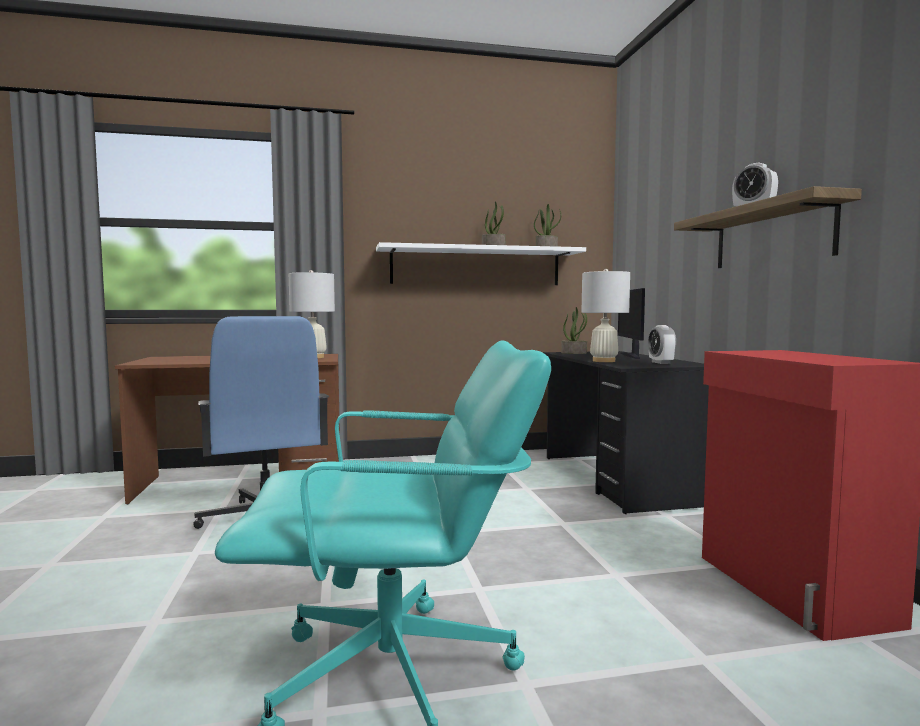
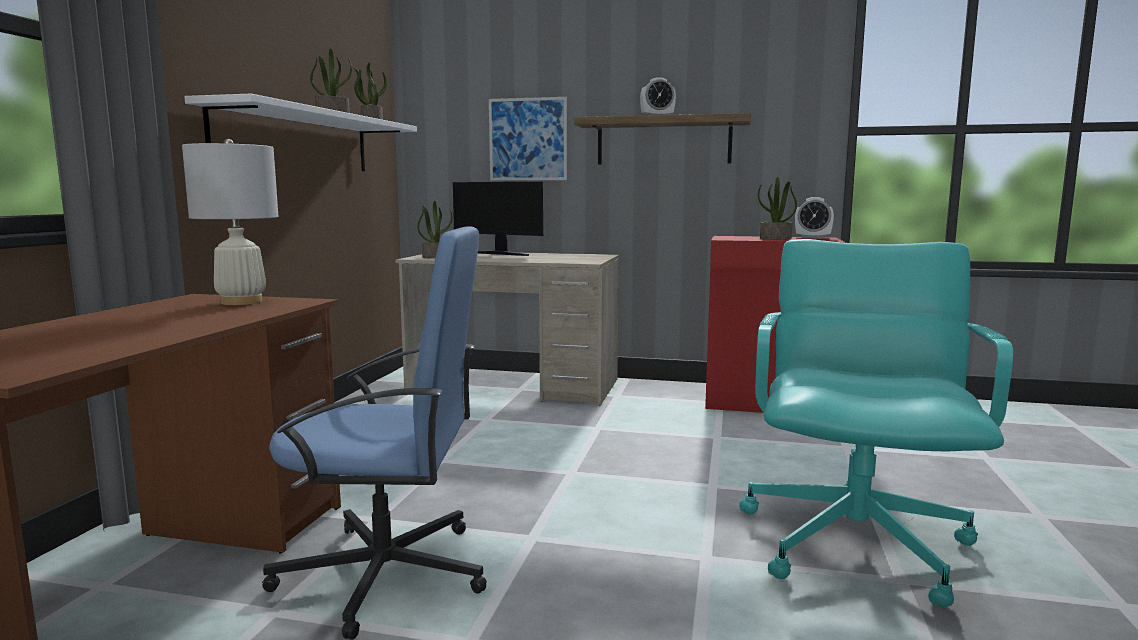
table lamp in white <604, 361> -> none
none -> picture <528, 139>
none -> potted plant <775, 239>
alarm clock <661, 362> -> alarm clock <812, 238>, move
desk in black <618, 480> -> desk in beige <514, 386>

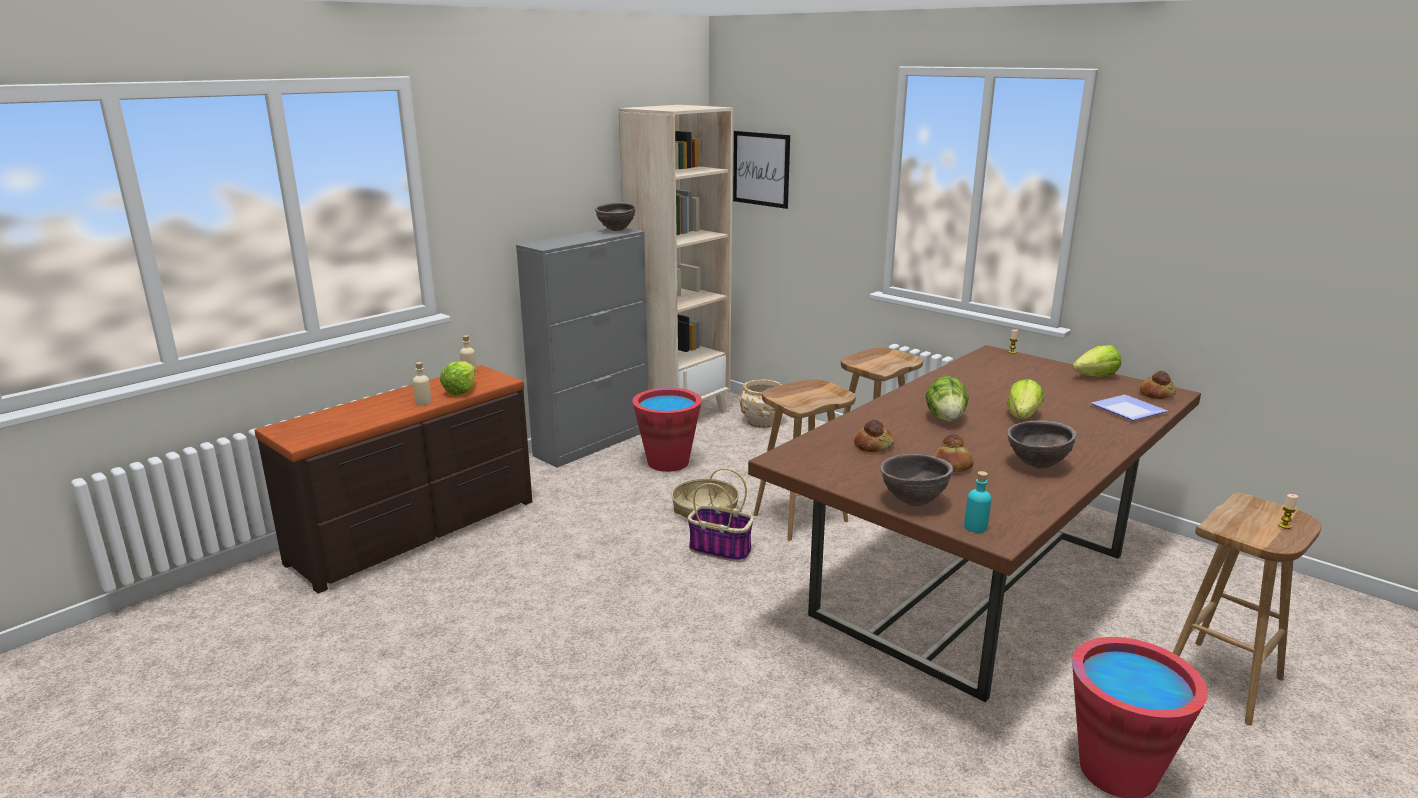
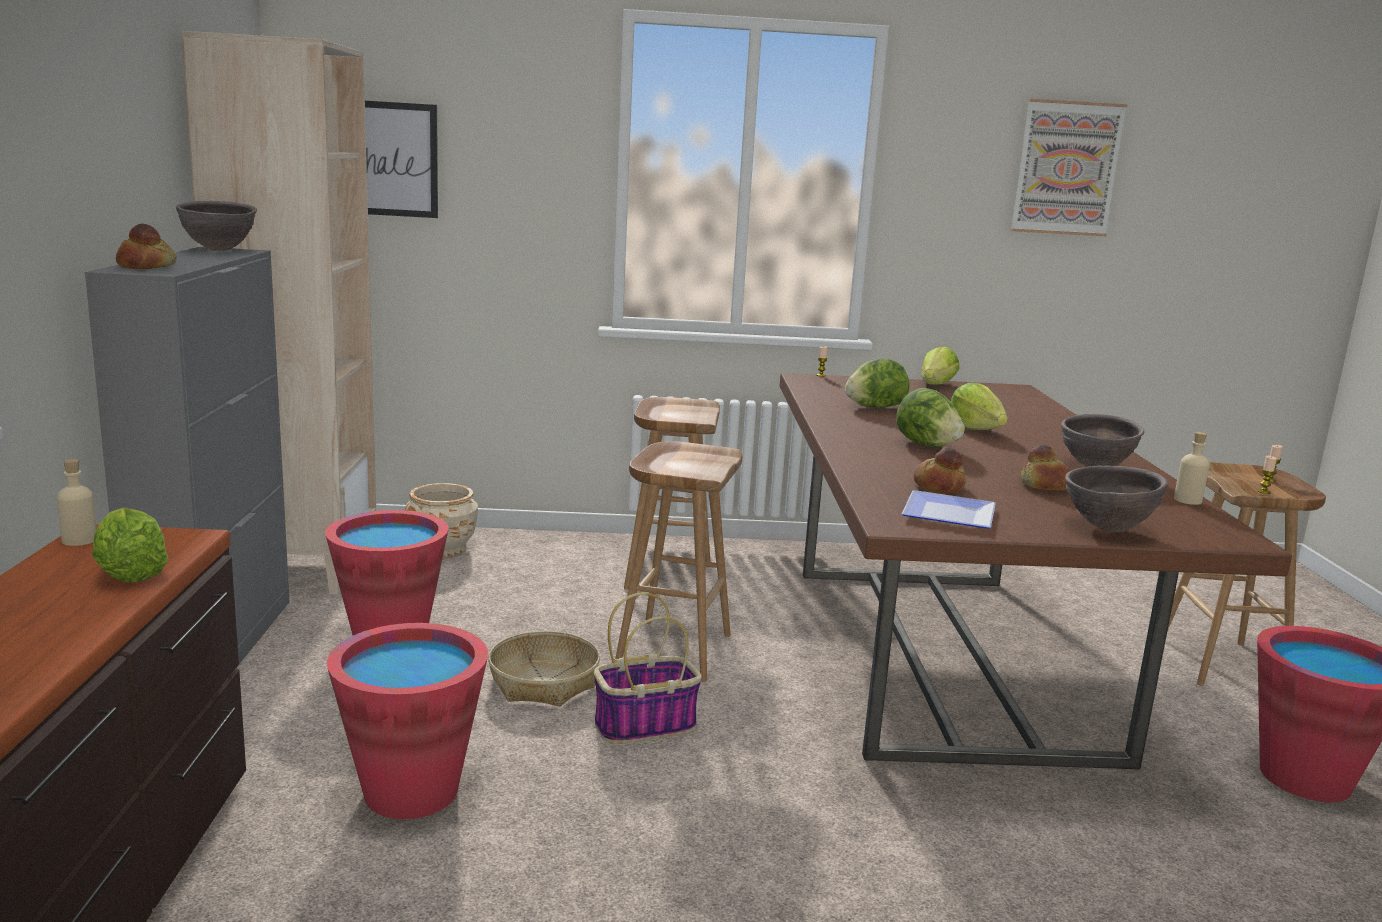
bottle in turquoise <975, 527> -> none
none -> bucket in red <411, 792>
none -> lettuce <874, 407>
none -> picture <1066, 168>
none -> candle <1263, 492>
bottle in beige <423, 402> -> bottle in beige <1187, 500>, move
plate <1128, 411> -> plate <951, 516>, move
bread <1156, 394> -> bread <147, 266>, move

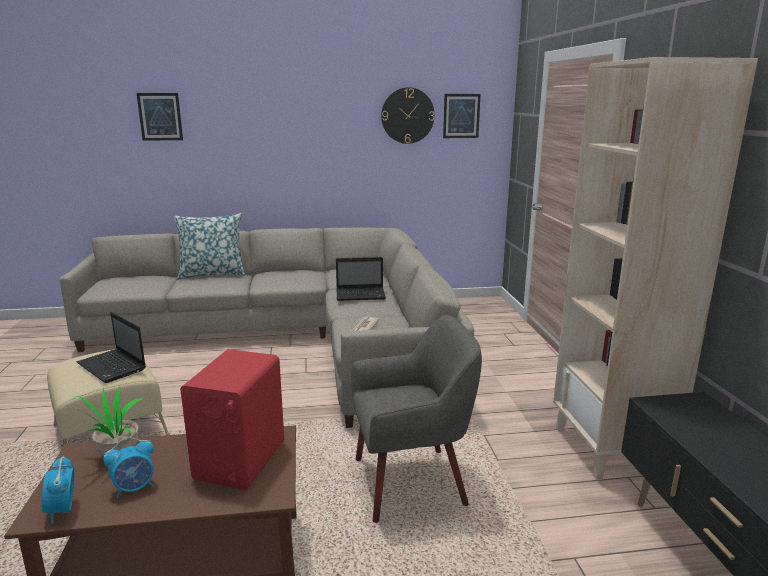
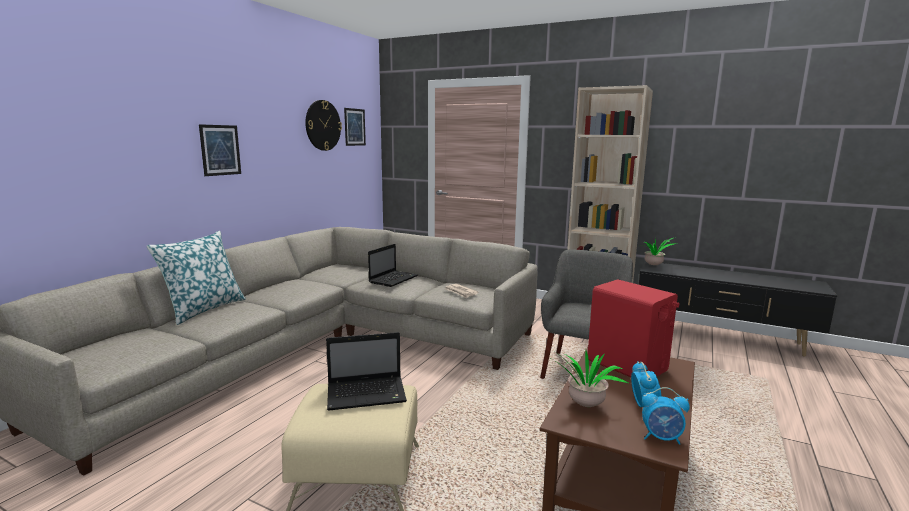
none -> potted plant <654, 266>
picture <160, 116> -> picture <220, 150>, move

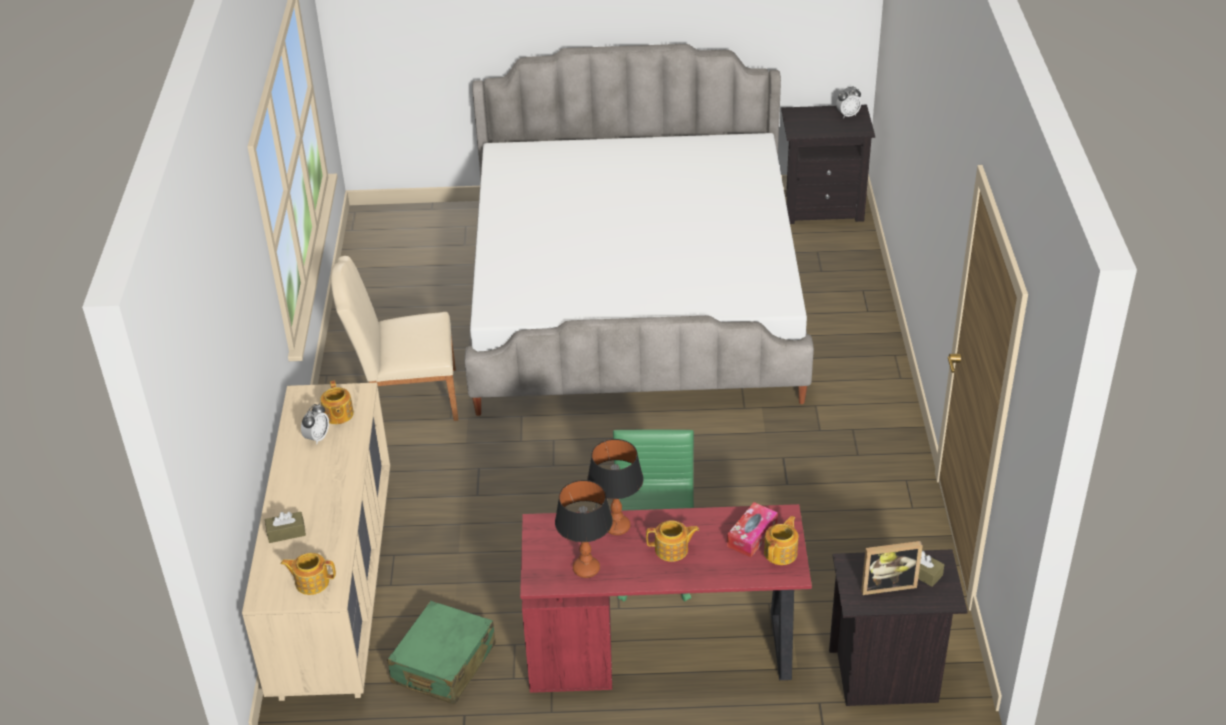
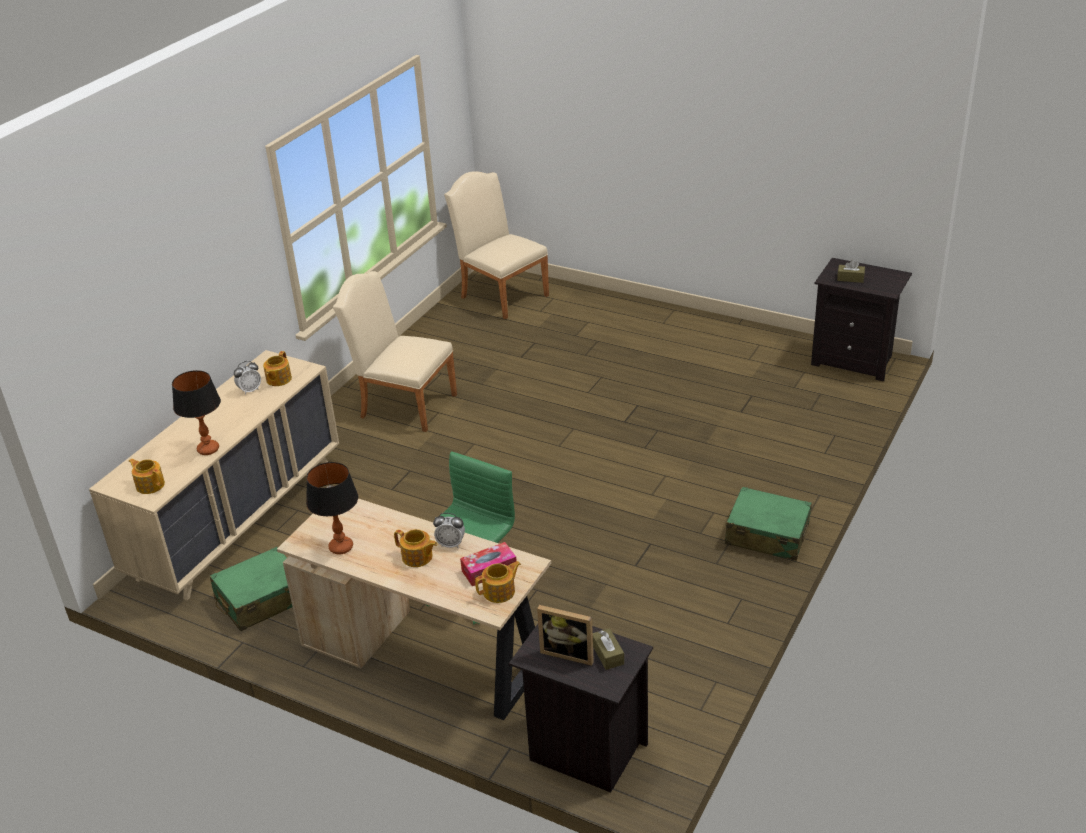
bed <634, 297> -> none
none -> chair in beige <501, 294>
none -> suitcase in green <767, 535>
tissue box in brown <286, 532> -> tissue box in brown <850, 278>, move
table lamp <617, 527> -> table lamp <208, 449>, move
alarm clock <847, 115> -> alarm clock <451, 544>, move
desk in red <664, 649> -> desk in beige <425, 655>

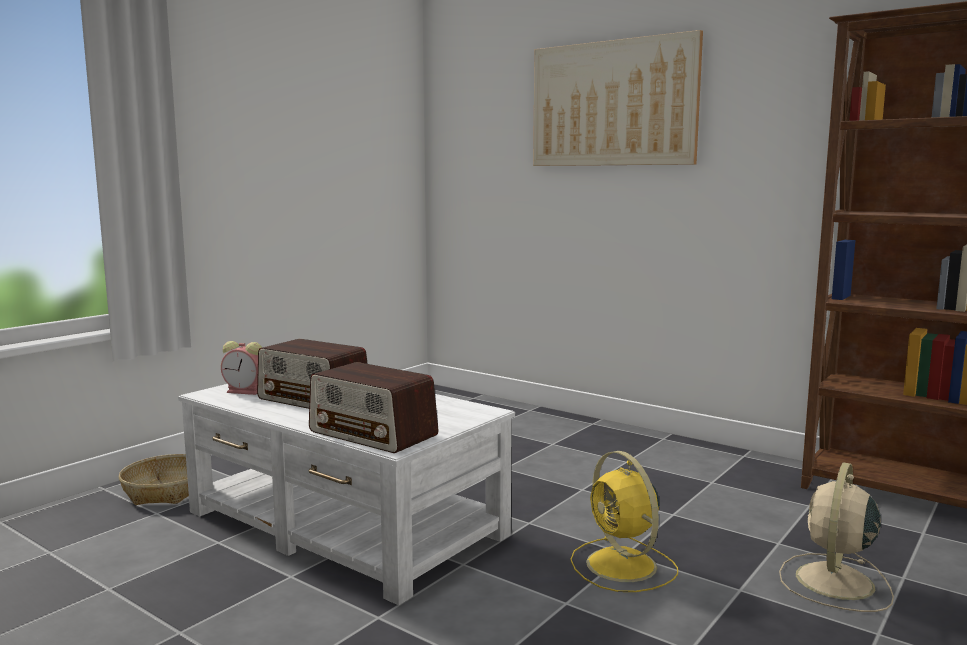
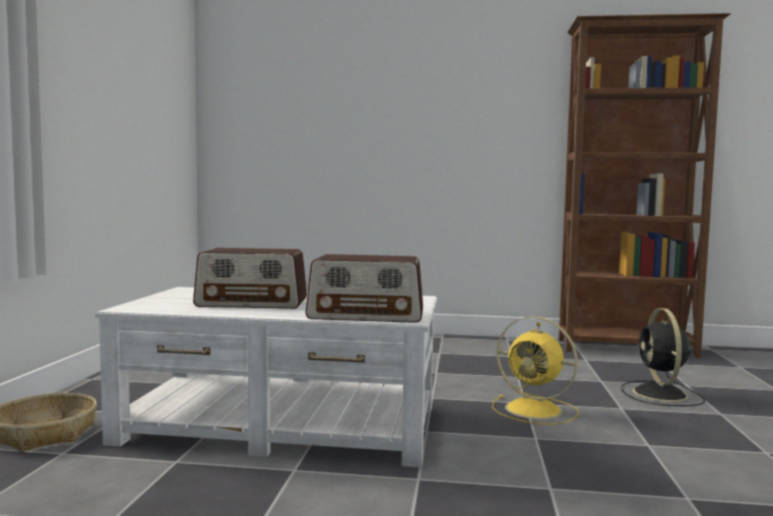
alarm clock <246, 391> -> none
picture <612, 104> -> none
fan in beige <834, 583> -> fan in black <661, 394>

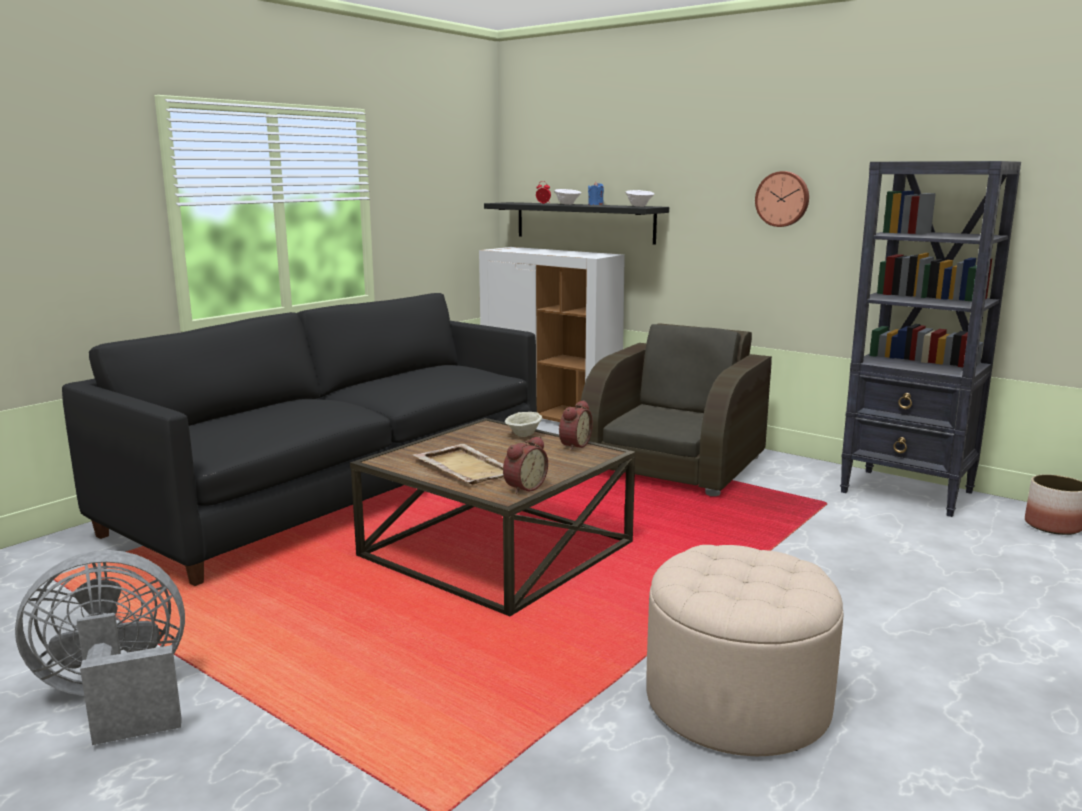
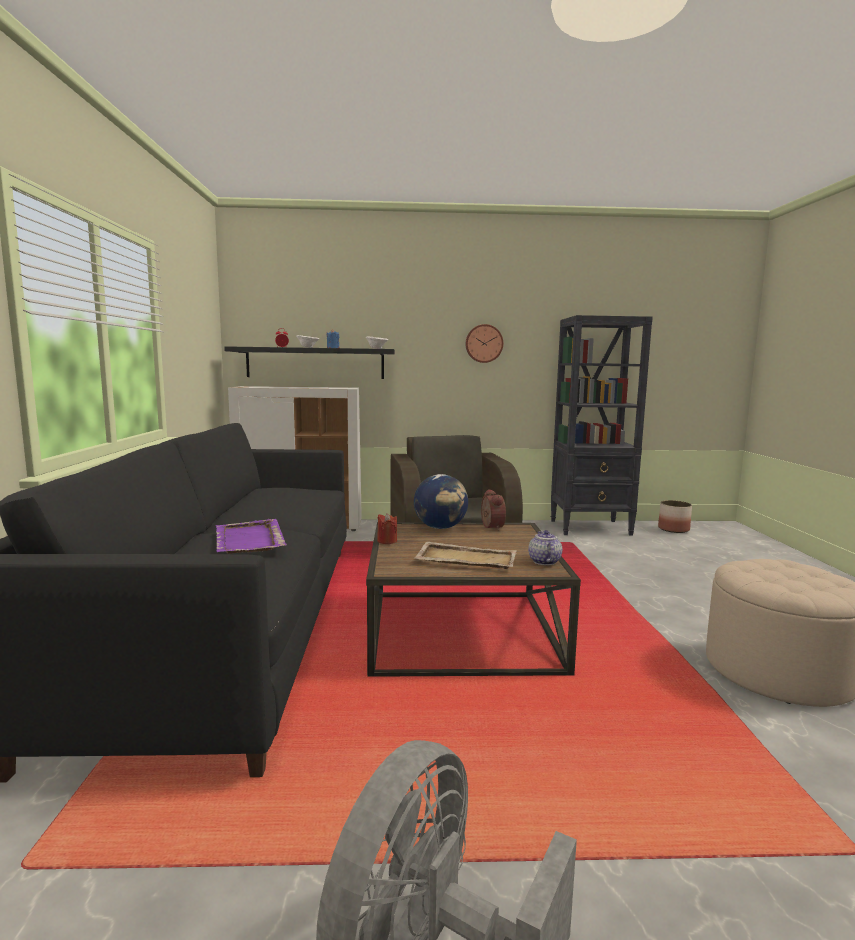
none -> tray in purple <249, 540>
none -> candle in red <387, 541>
alarm clock <523, 487> -> teapot <543, 561>
bowl in beige <524, 435> -> globe <440, 528>

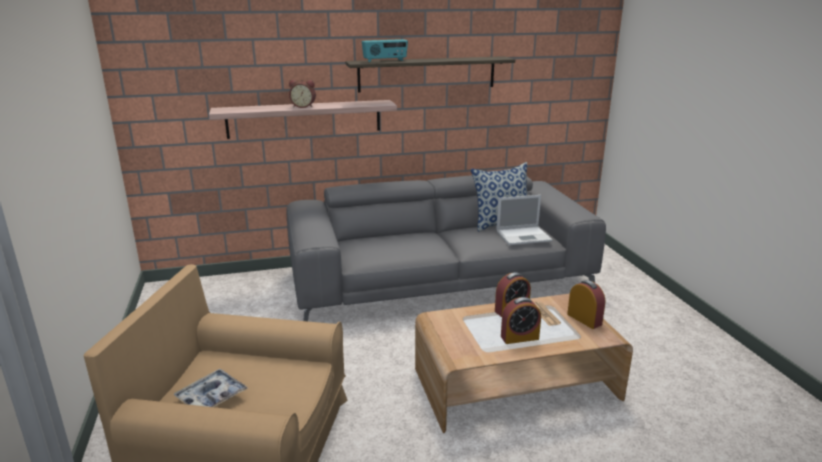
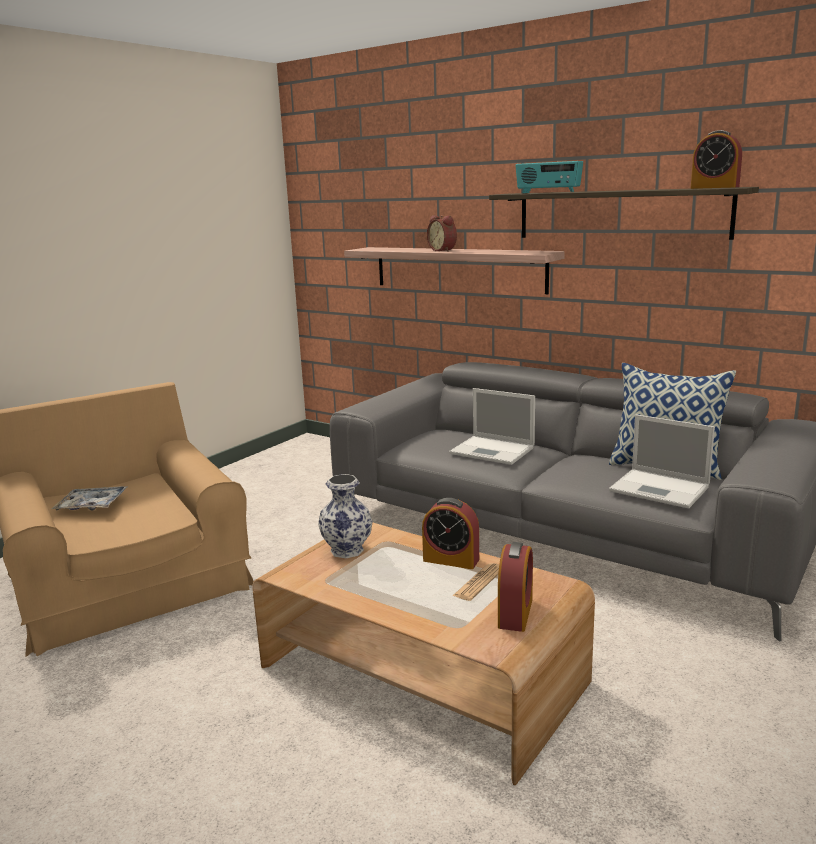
none -> vase <348, 550>
none -> laptop <493, 451>
alarm clock <519, 337> -> alarm clock <714, 187>, move

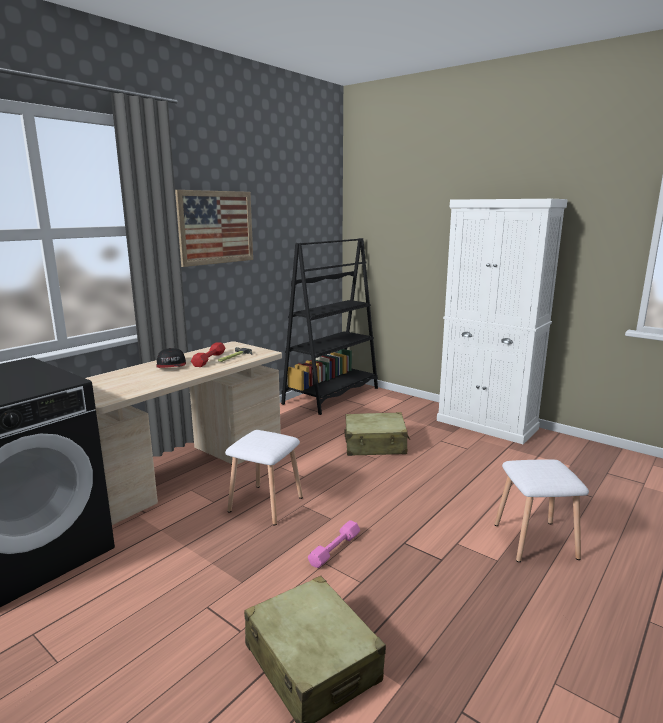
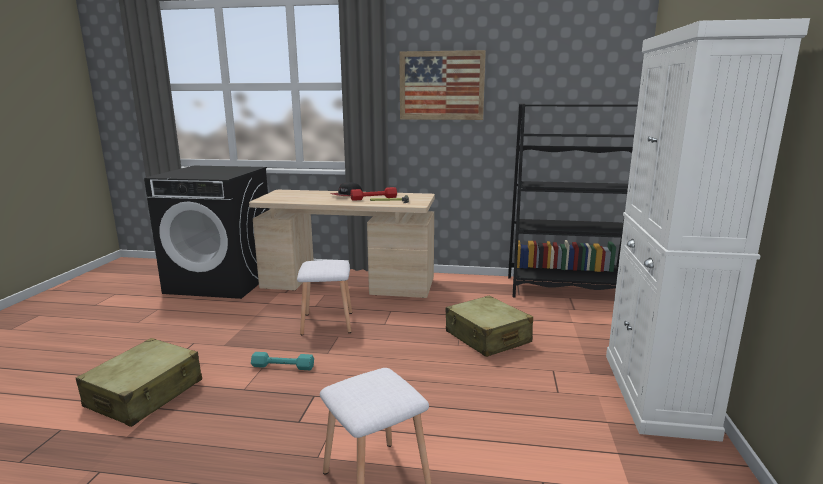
dumbbell in pink <335, 549> -> dumbbell in turquoise <283, 367>

